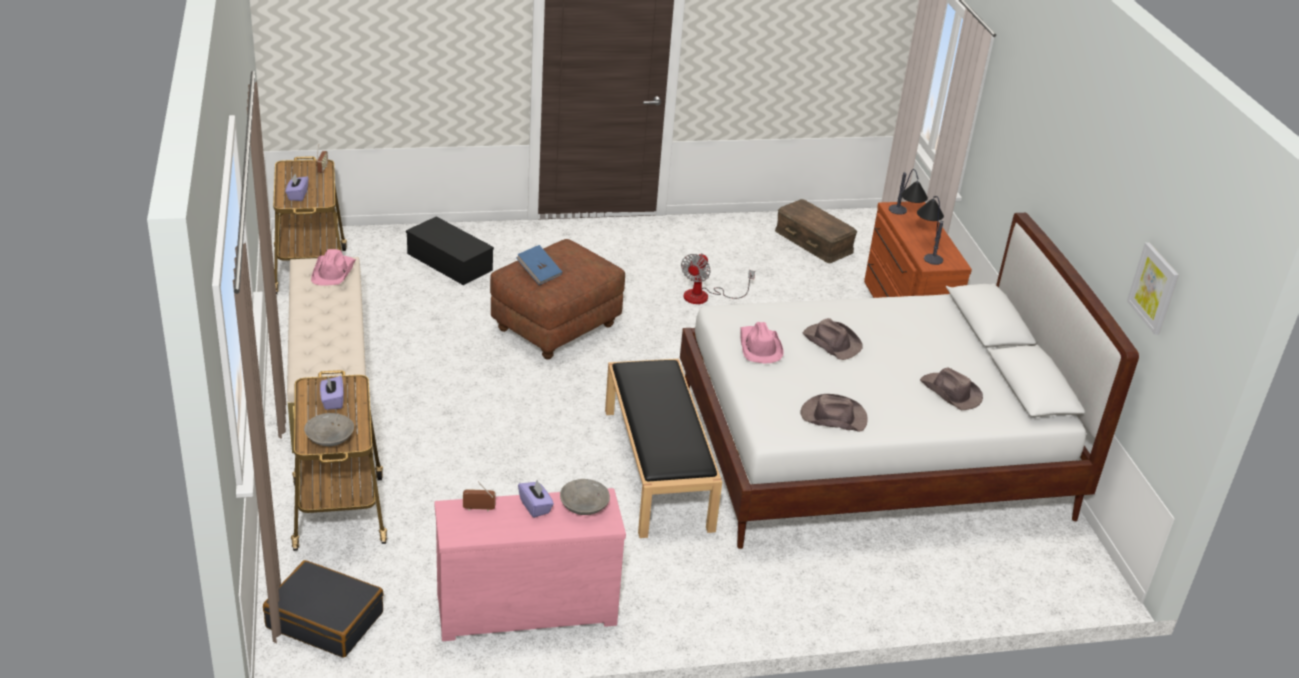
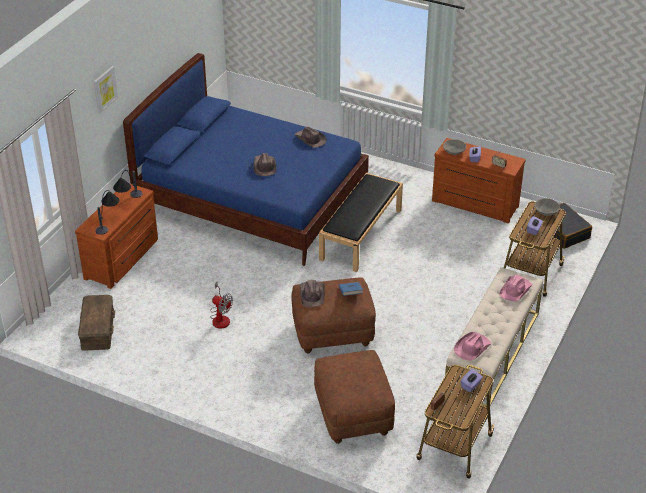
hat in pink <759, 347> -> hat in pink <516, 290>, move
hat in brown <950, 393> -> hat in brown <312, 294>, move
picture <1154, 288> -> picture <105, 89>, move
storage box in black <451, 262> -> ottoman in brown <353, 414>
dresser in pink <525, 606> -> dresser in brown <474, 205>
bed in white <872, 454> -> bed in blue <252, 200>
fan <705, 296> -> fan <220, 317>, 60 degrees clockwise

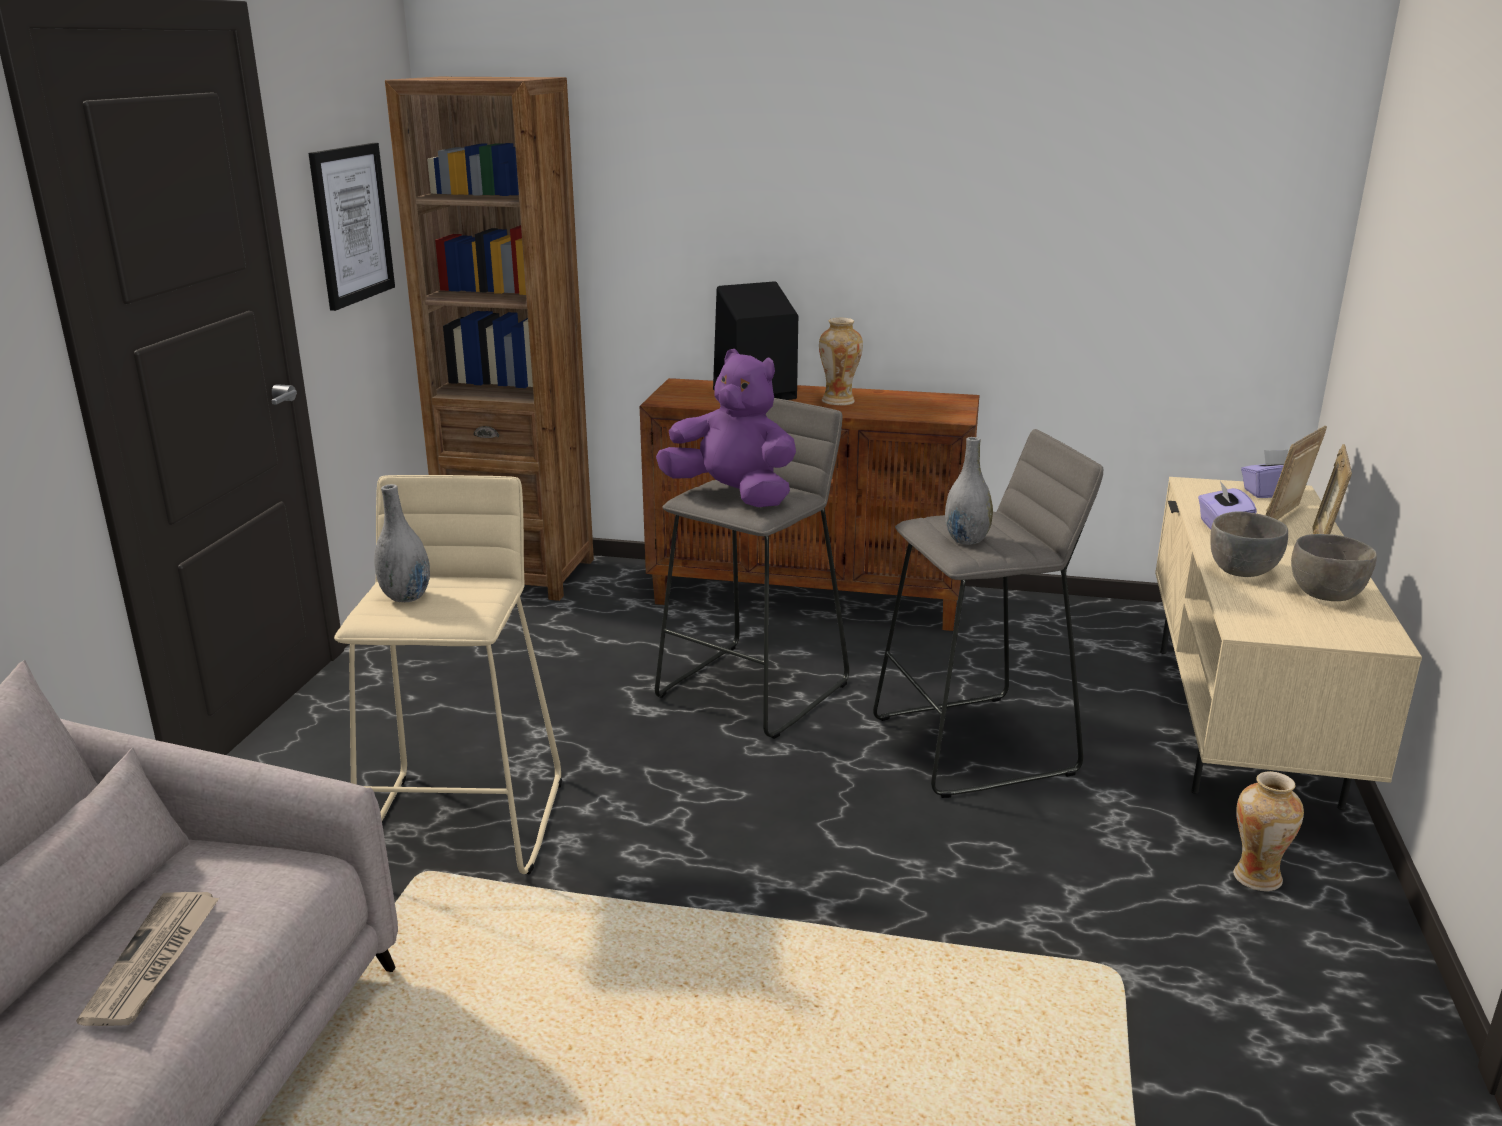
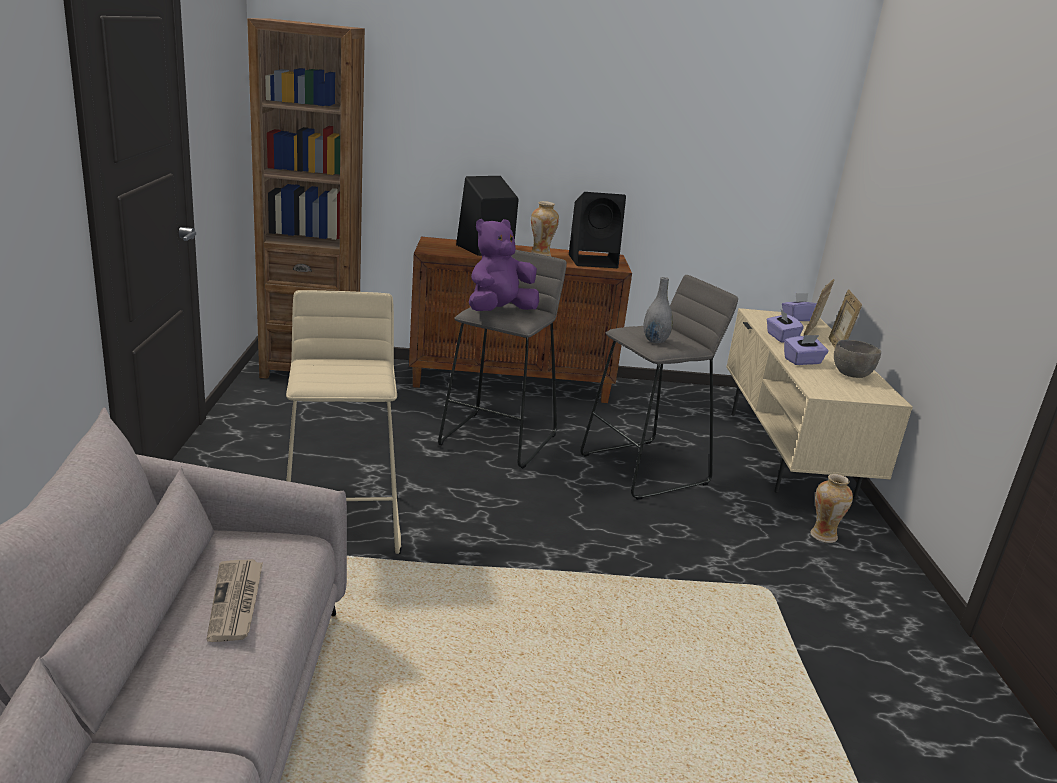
picture <352, 224> -> none
vase in grey <406, 596> -> none
none -> speaker in black <594, 261>
bowl in grey <1242, 571> -> tissue box in purple <802, 361>
plush toy in purple <733, 495> -> plush toy in purple <499, 312>, 60 degrees counterclockwise

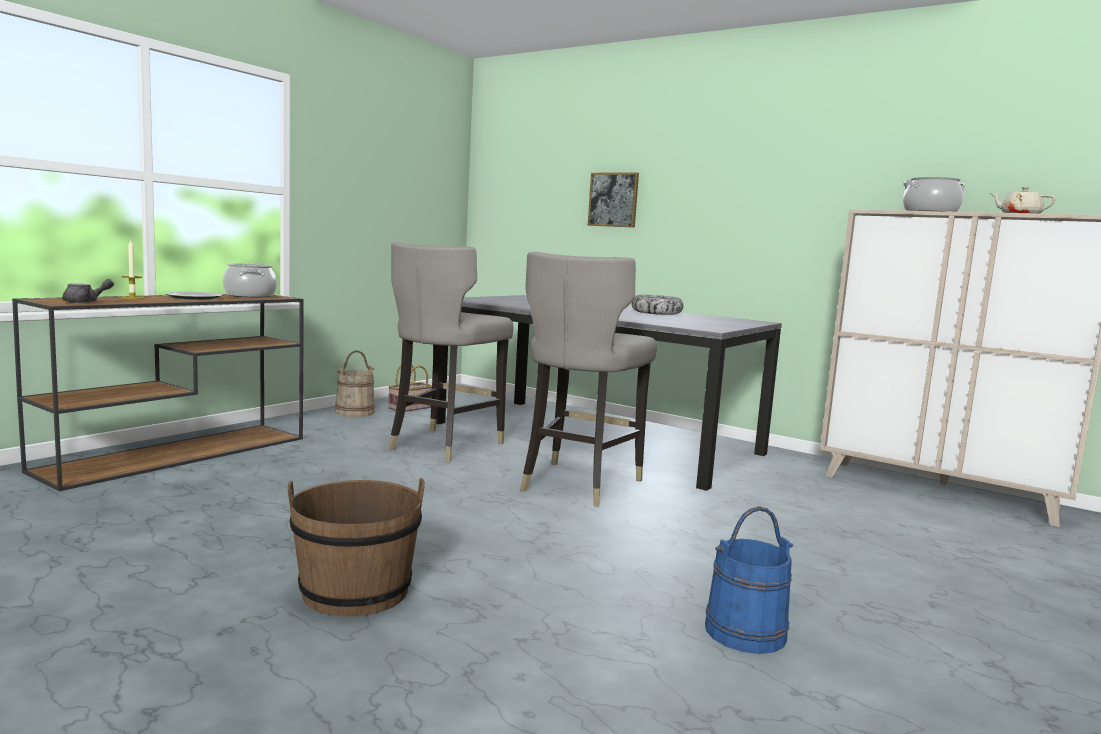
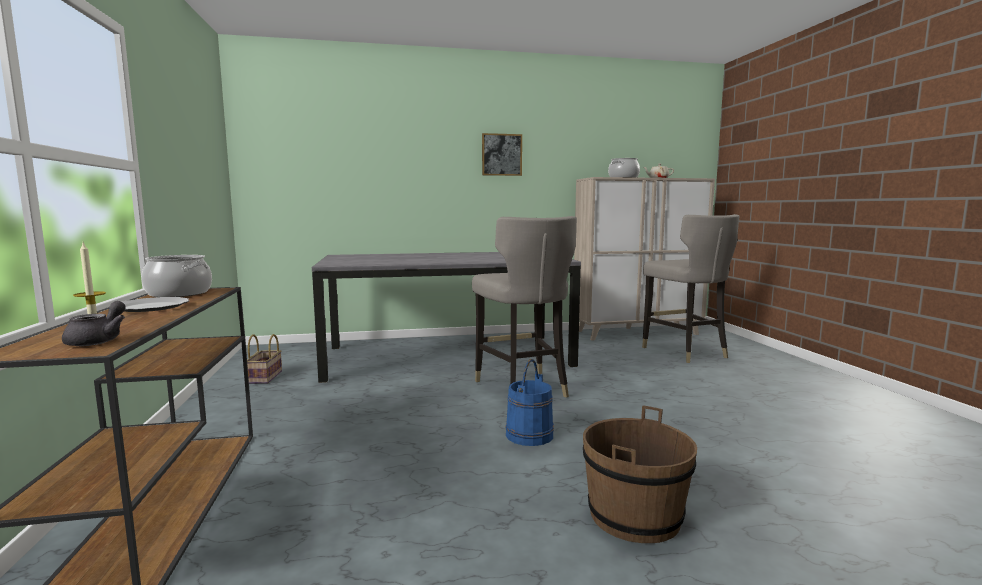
bucket in beige <355, 412> -> none
bowl <656, 313> -> none
stool in grey <443, 446> -> stool in grey <685, 352>, move
picture <613, 199> -> picture <501, 155>, move
bucket in blue <745, 631> -> bucket in blue <529, 435>, move

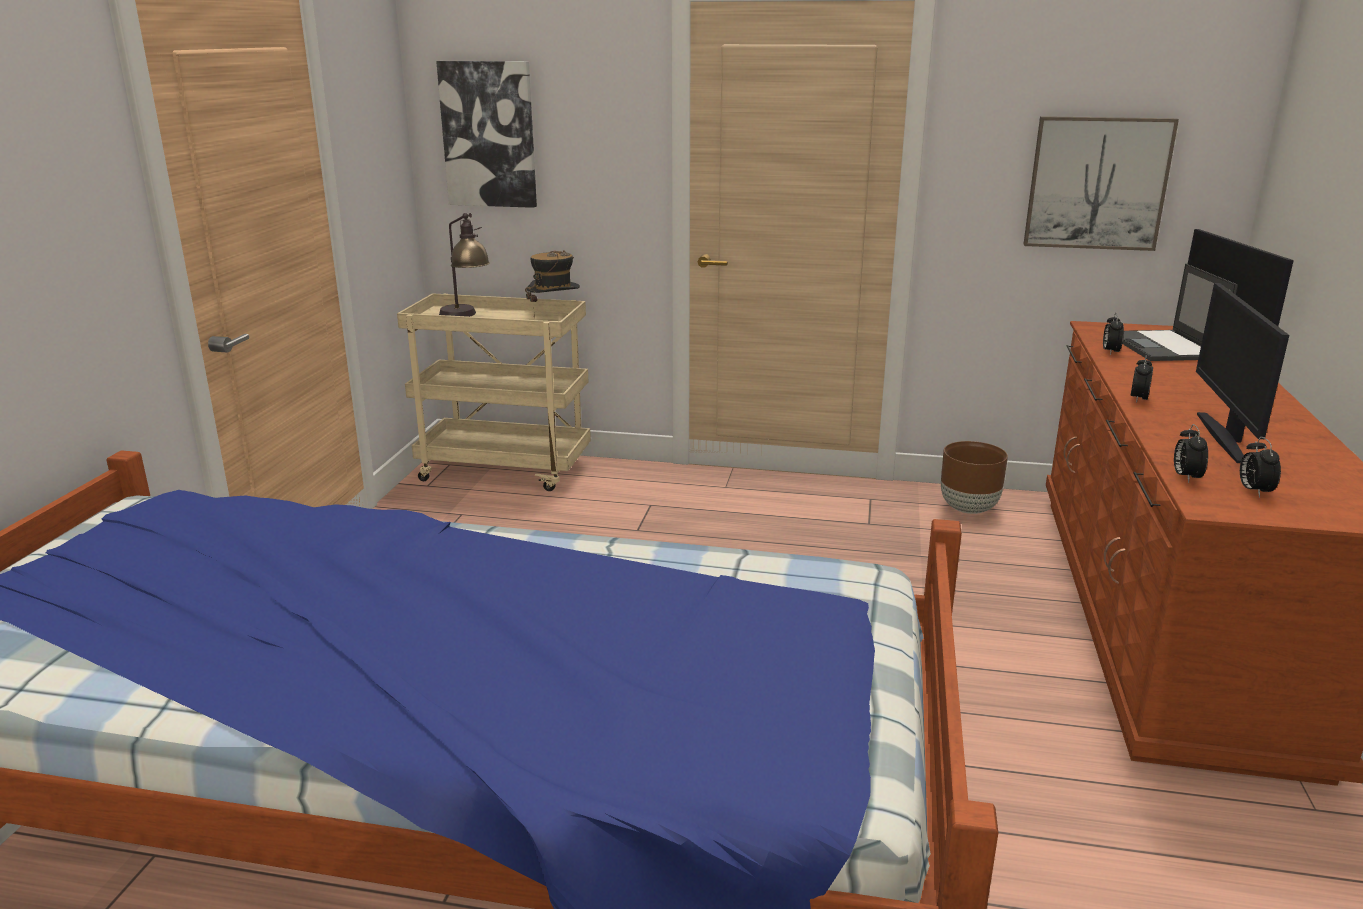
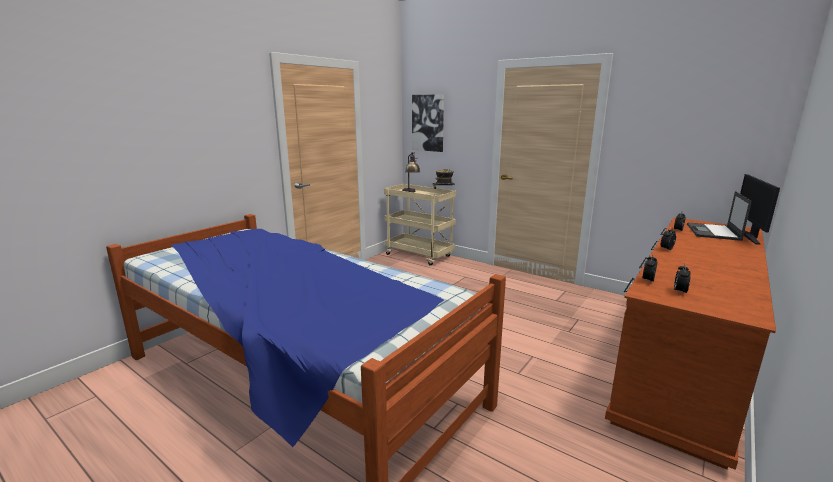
planter in brown <968, 509> -> none
picture <1097, 183> -> none
monitor <1225, 437> -> none

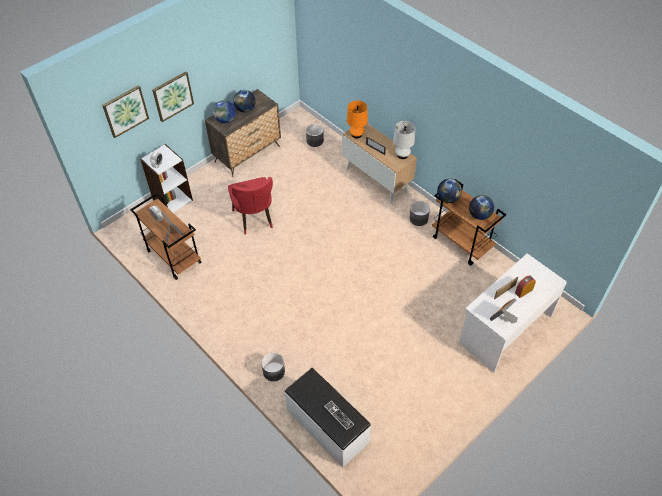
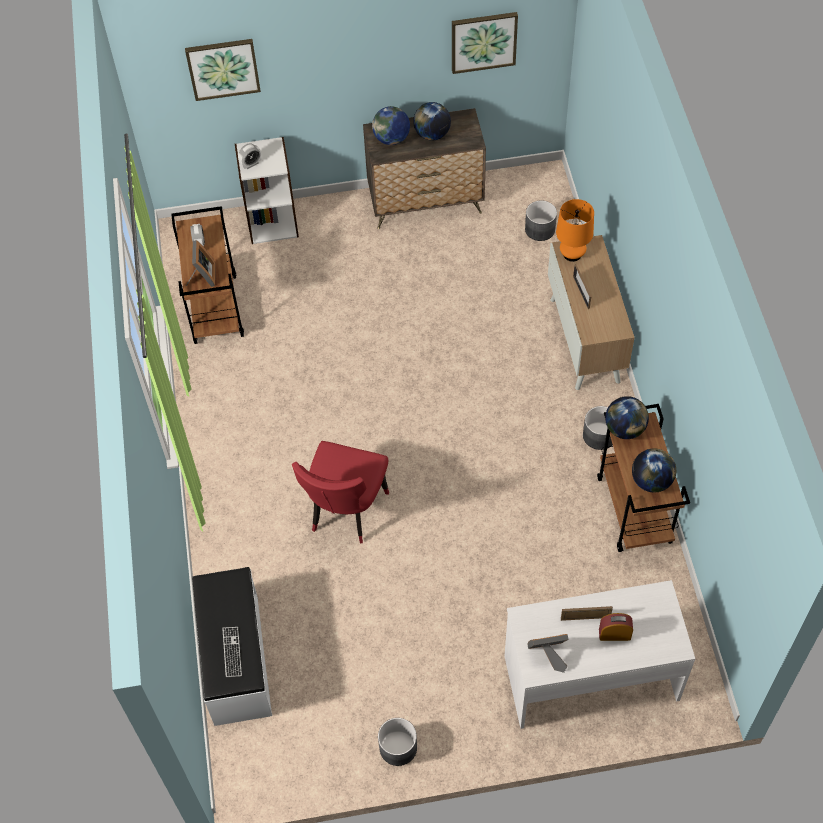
table lamp in white <402, 155> -> none
picture <172, 96> -> picture <483, 41>, move
chair in red <254, 219> -> chair in red <345, 513>, move
planter in grey <274, 371> -> planter in grey <398, 747>, move

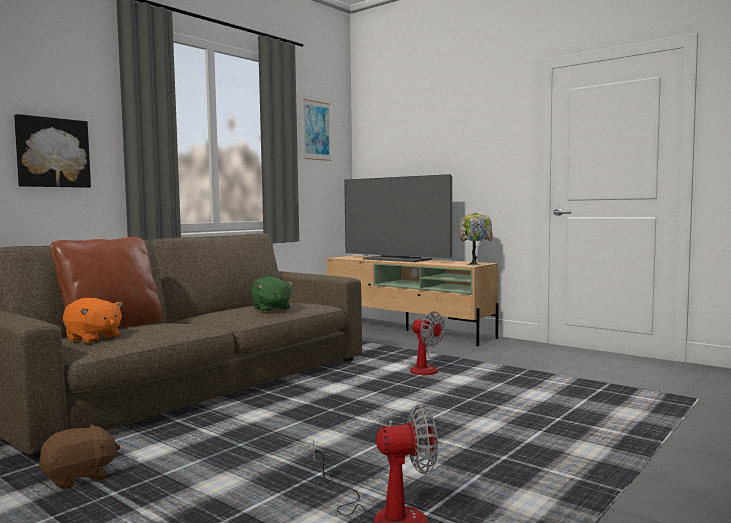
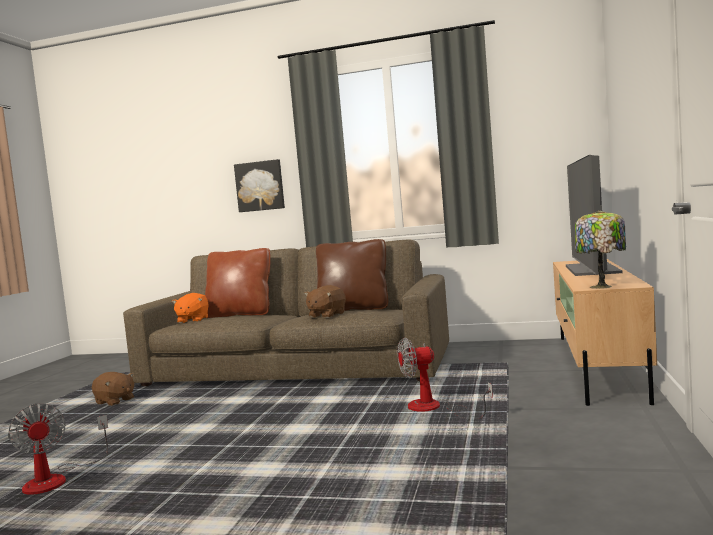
picture <316, 130> -> none
none -> pillow in brown <354, 309>
plush toy in green <271, 309> -> plush toy in brown <326, 315>
fan <424, 369> -> fan <434, 409>, 60 degrees clockwise

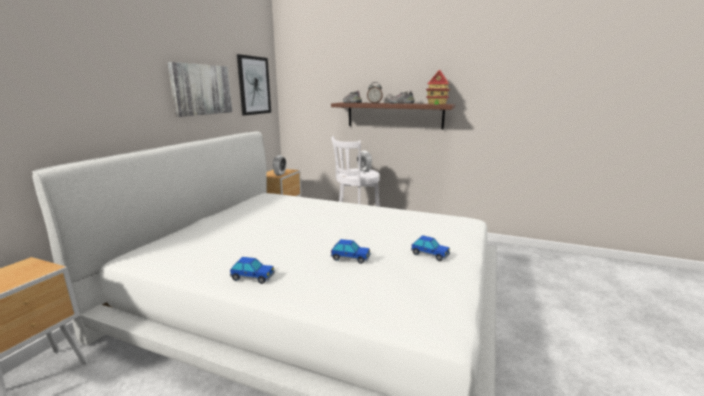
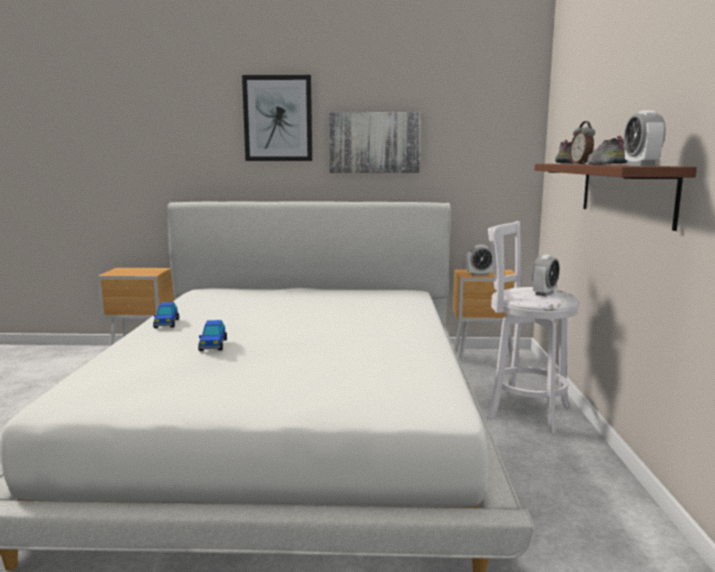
toy car <430, 254> -> none
picture <254, 85> -> picture <278, 118>, move
toy house <437, 104> -> alarm clock <640, 165>

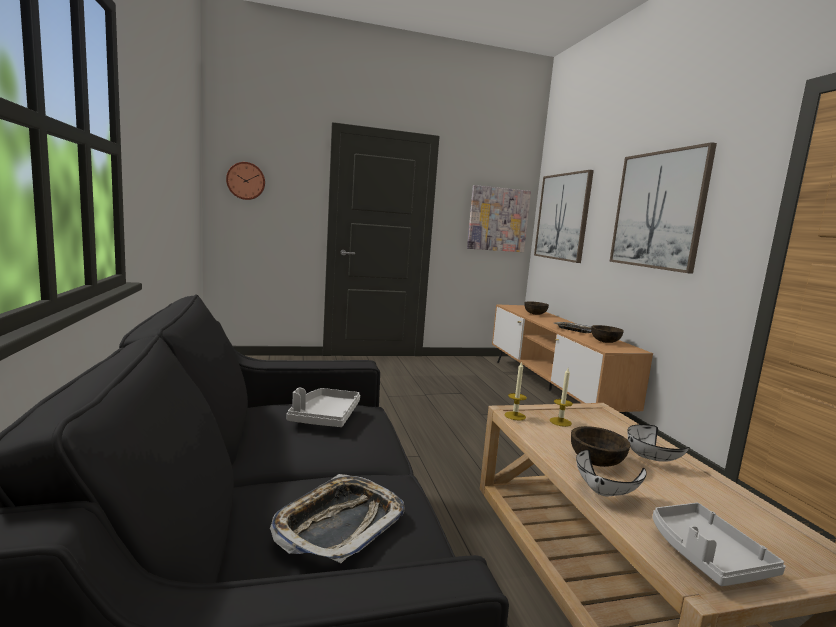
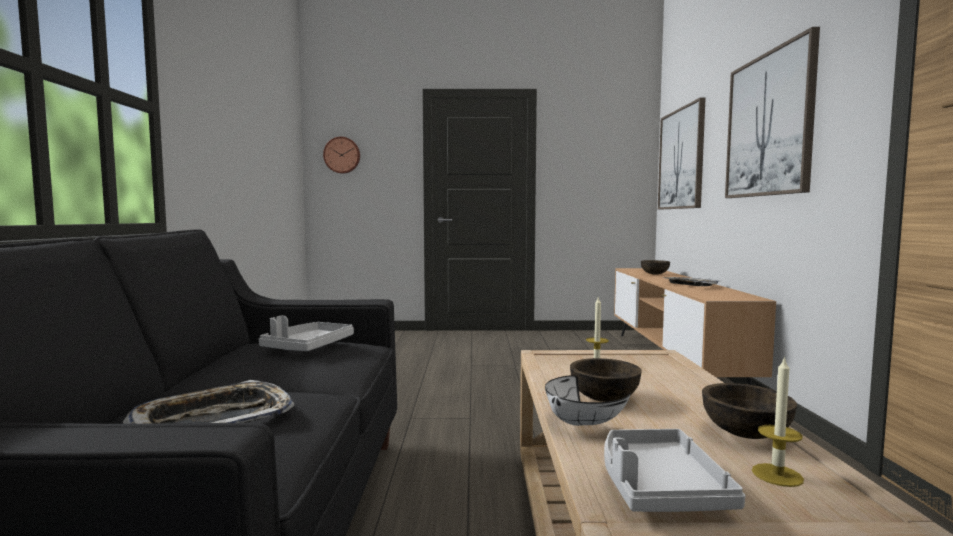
picture <498, 219> -> none
bowl in white <649, 458> -> none
candle <515, 416> -> candle <777, 475>, move
bowl in brown <605, 342> -> bowl in brown <745, 433>, move

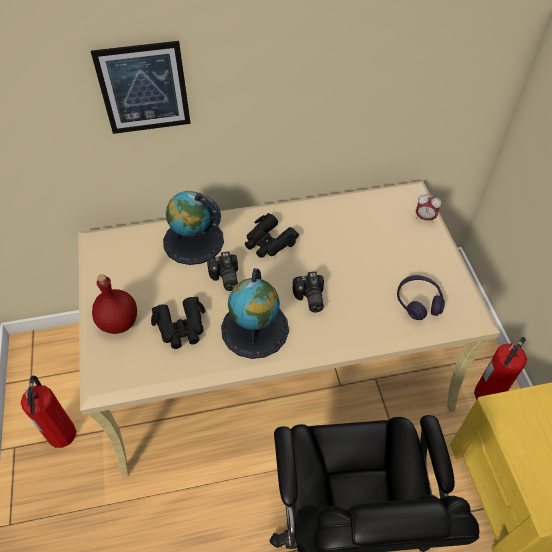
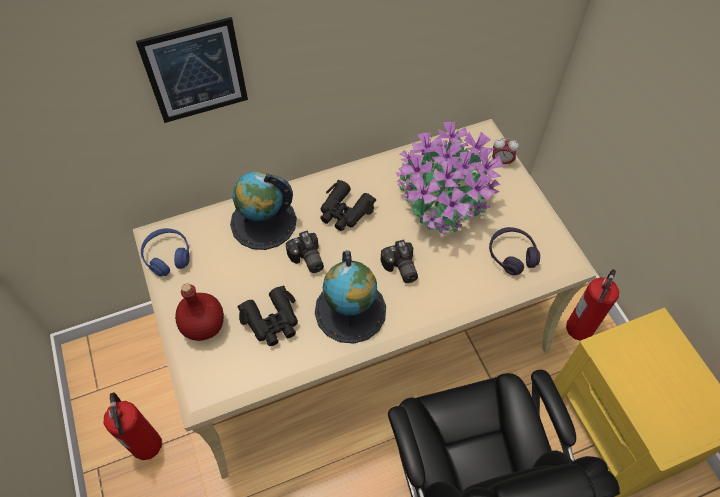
none -> headphones in blue <167, 256>
none -> potted plant <442, 200>

